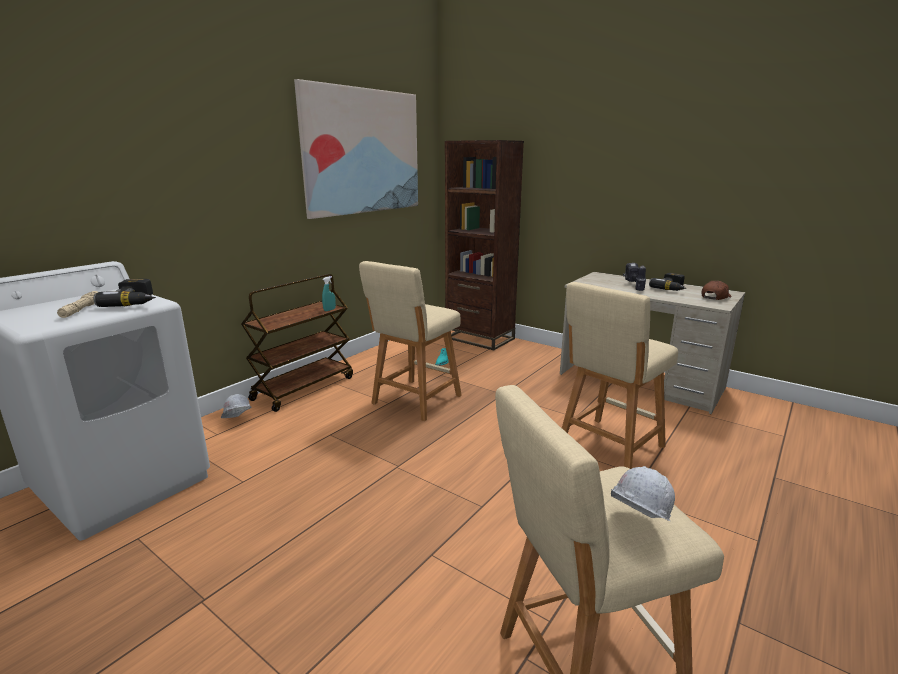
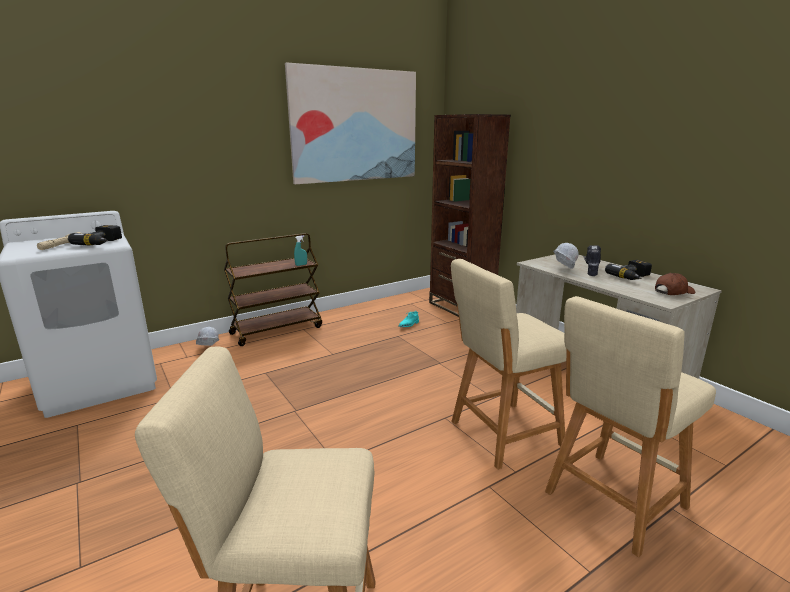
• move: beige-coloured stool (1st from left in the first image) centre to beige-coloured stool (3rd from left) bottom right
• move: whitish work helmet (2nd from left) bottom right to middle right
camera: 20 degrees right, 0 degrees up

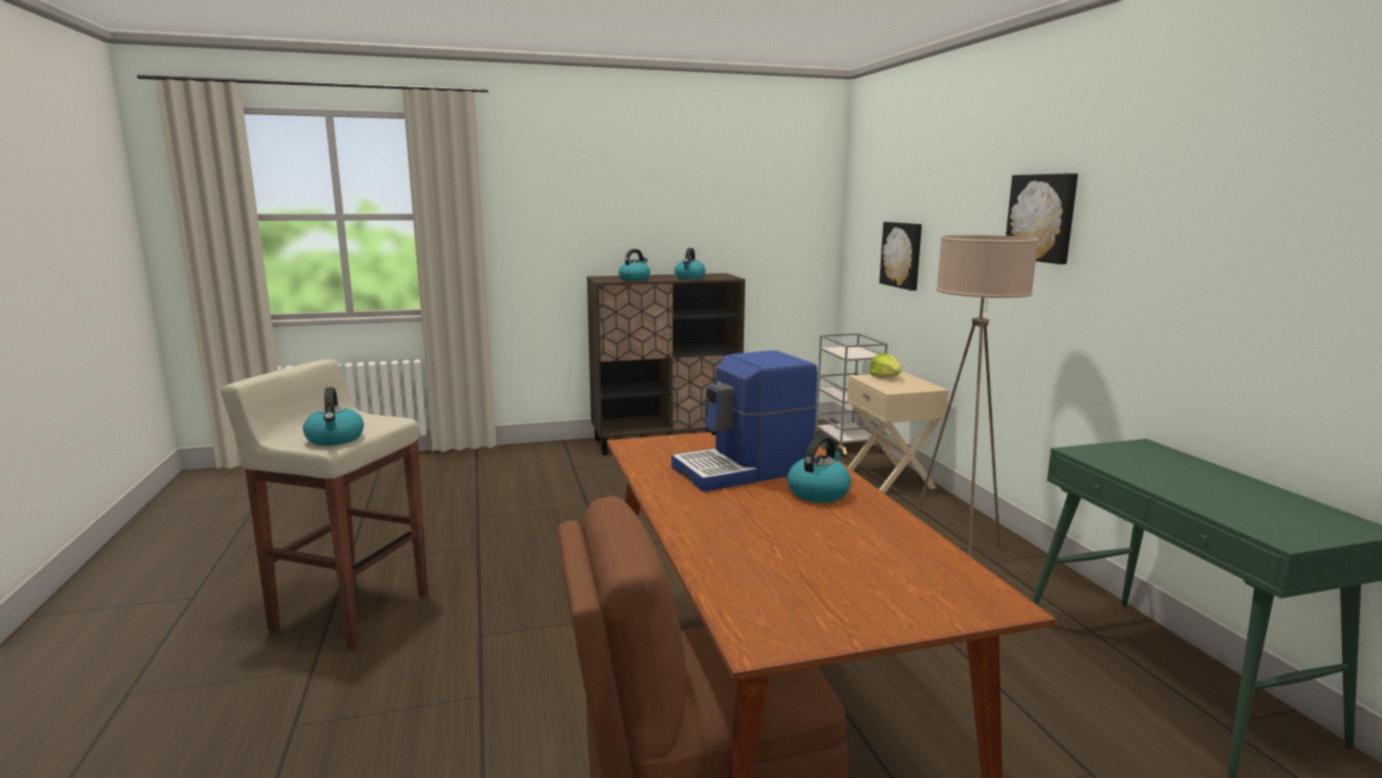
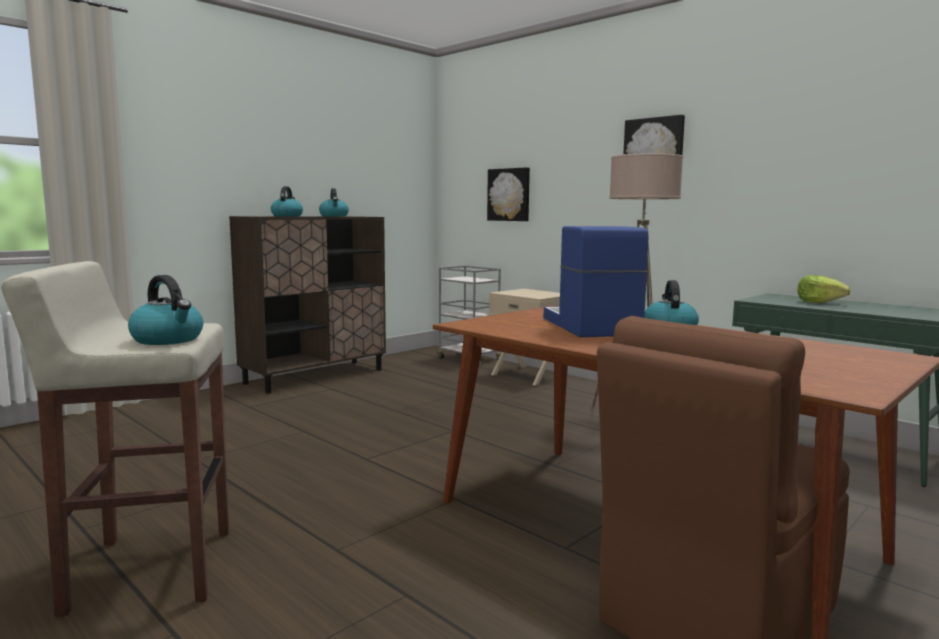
• move: lettuce centre to middle right
• rotate: coffee maker centre = centre 135 degrees clockwise
camera: 30 degrees left, 5 degrees down

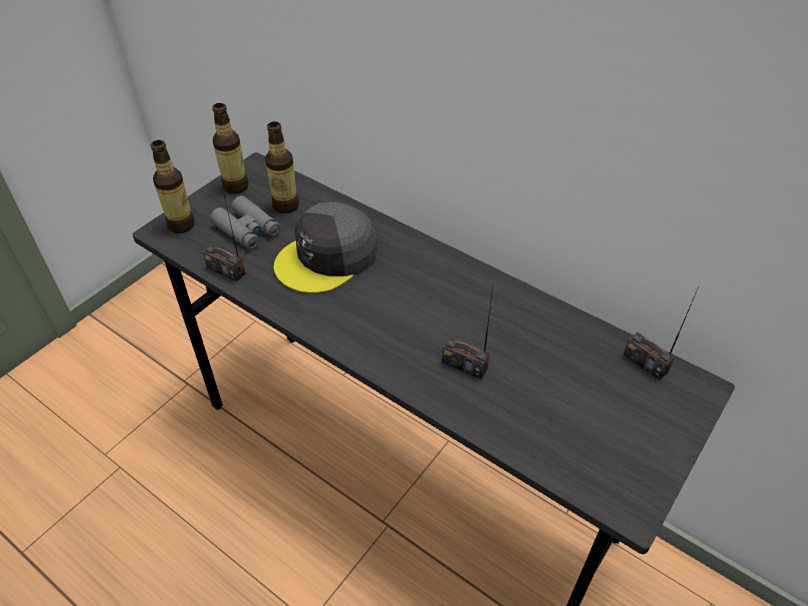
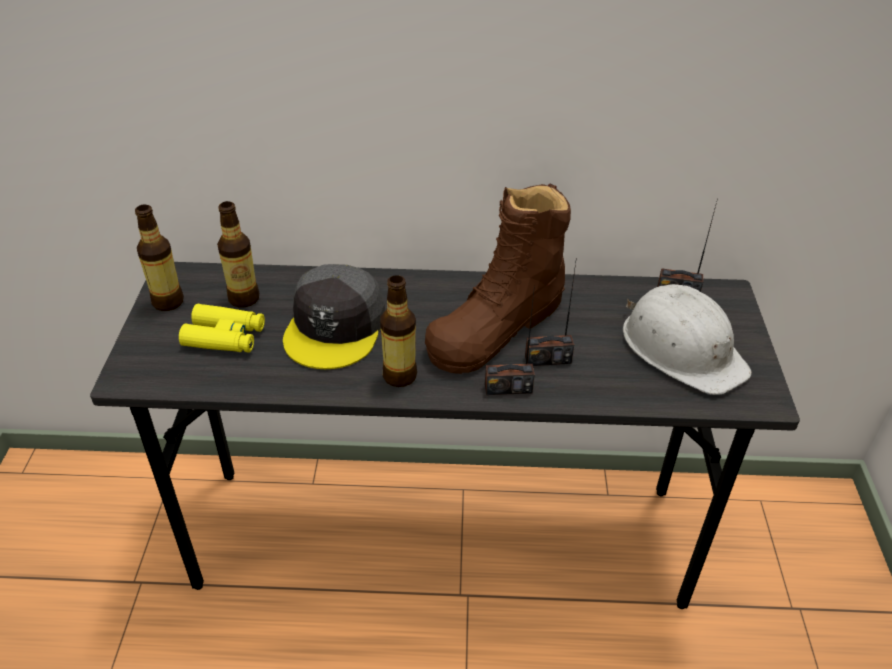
• insert: brownish boot centre
• insert: whitish work helmet middle right
• move: drink bottle (1st from left in the first image) top left to drink bottle (3rd from left) centre
• move: radio receiver (1st from left) middle left to centre
• recolor: greyish binoculars middle left to yellow binoculars middle left
camera: 35 degrees left, 5 degrees down

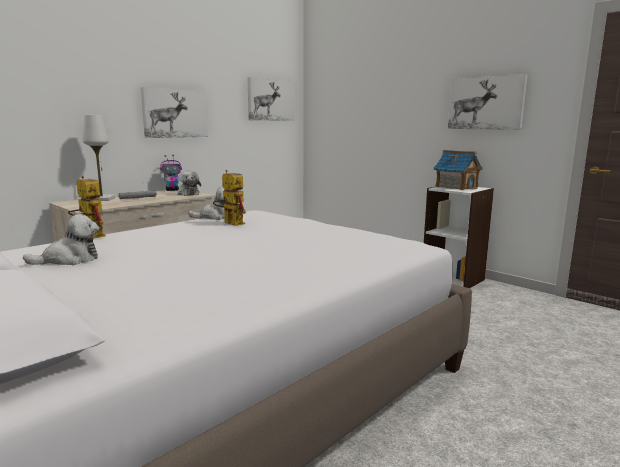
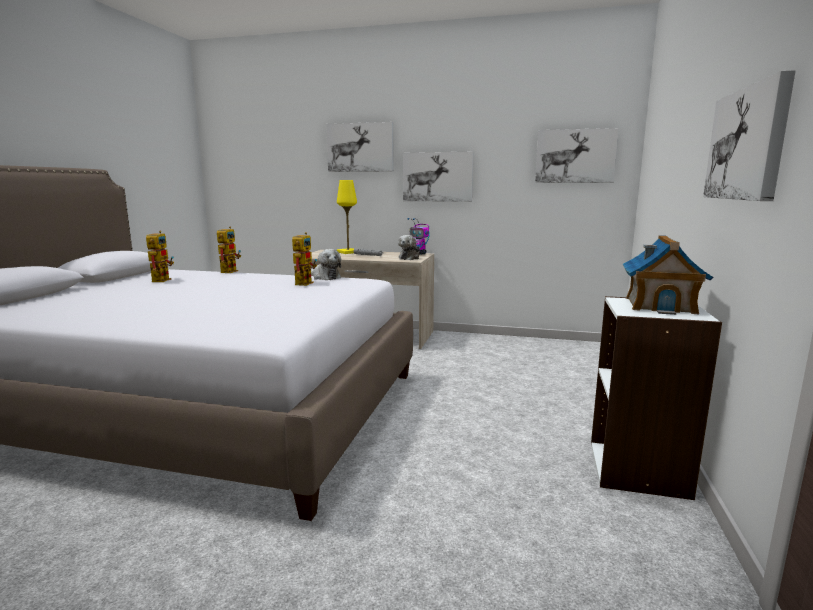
• insert: wall art (1st from left) top centre
• replace: cuddly toy (1st from left) middle left to model robot (1st from left) middle left
• recolor: whitish tabletop lamp middle left to yellow tabletop lamp centre
camera: 60 degrees right, 0 degrees up

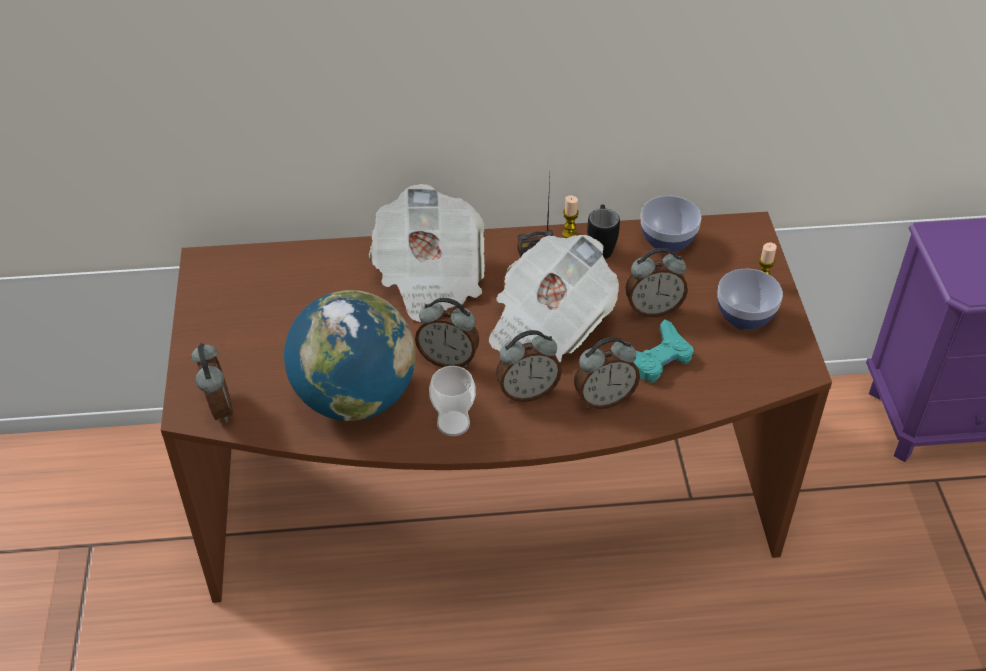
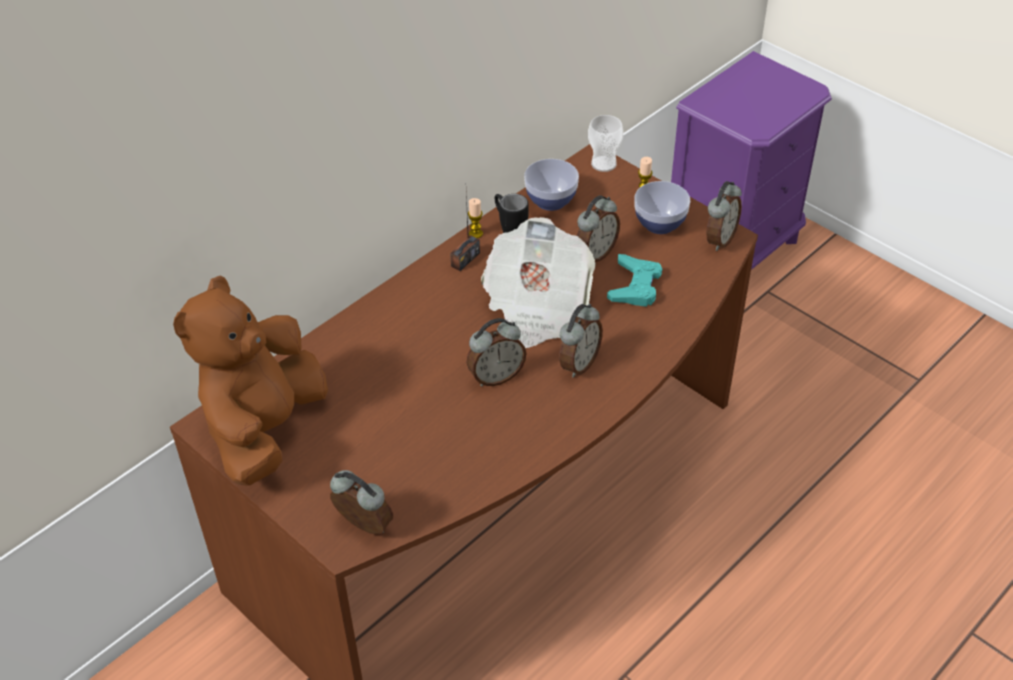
• delete: desk globe centre
• delete: daily paper (1st from left) centre
• insert: brownish cuddly toy middle left
• move: small cup centre to top centre
• move: bedside clock (4th from left in the first image) centre to bedside clock (5th from left) top right
camera: 40 degrees left, 0 degrees up

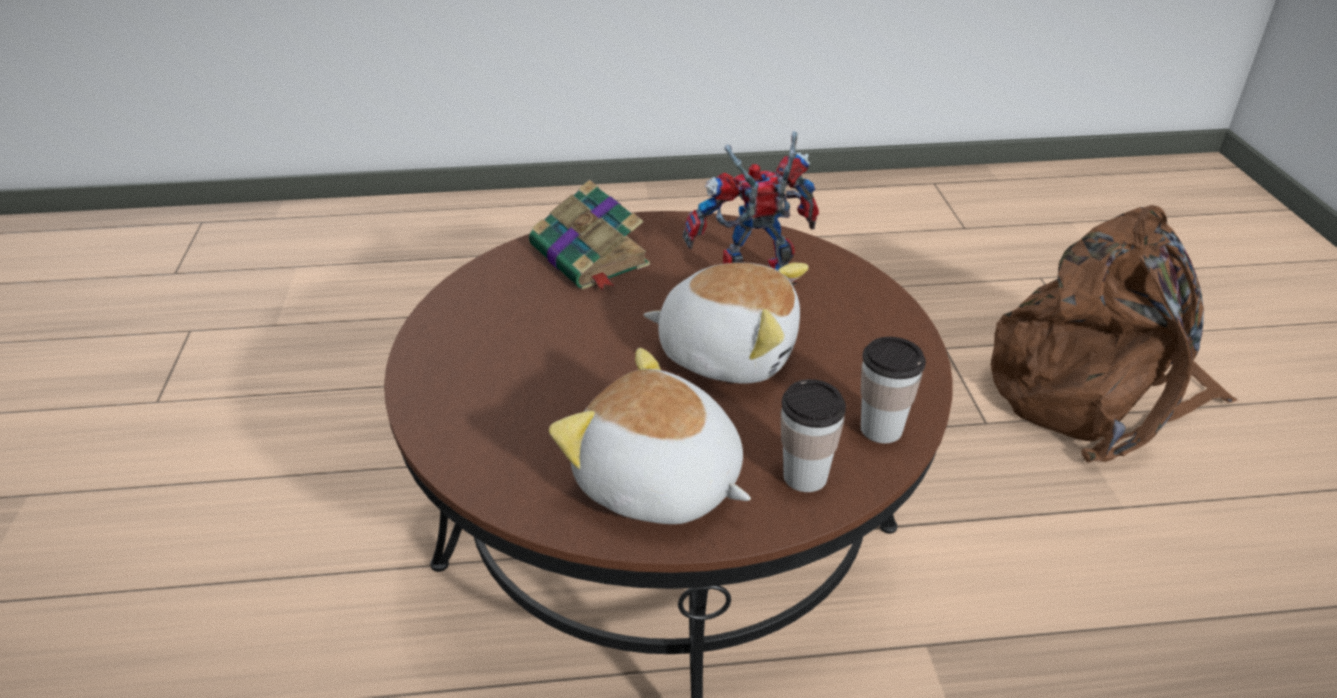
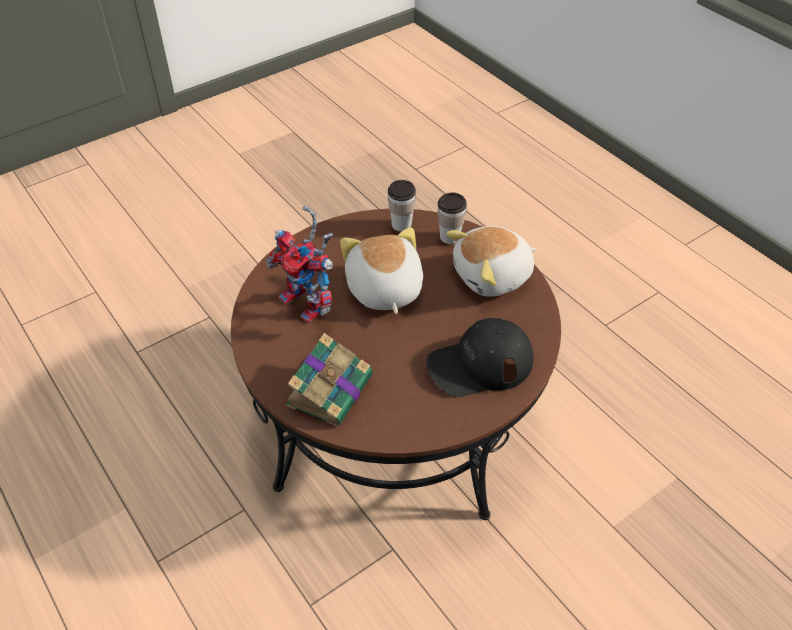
• delete: brownish knapsack middle right
• insert: blackish baseball cap centre
• rotate: cuddly toy (1st from left in the first image) centre = centre 60 degrees clockwise
camera: 120 degrees left, 10 degrees up

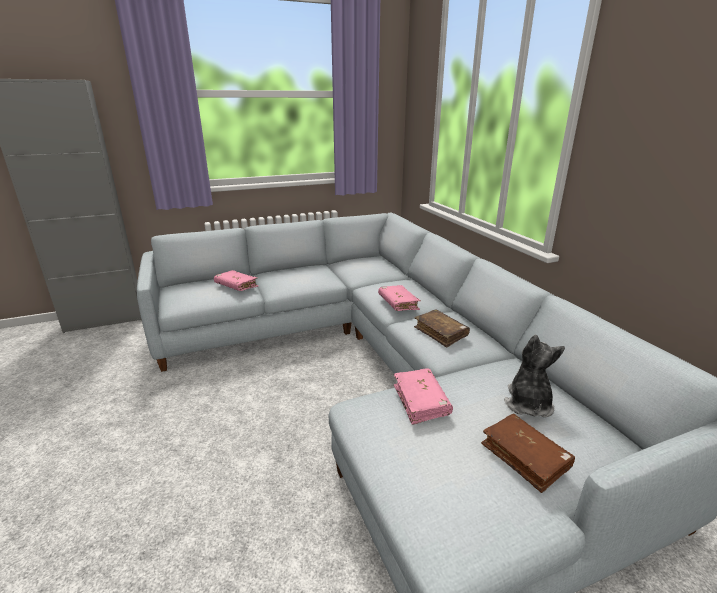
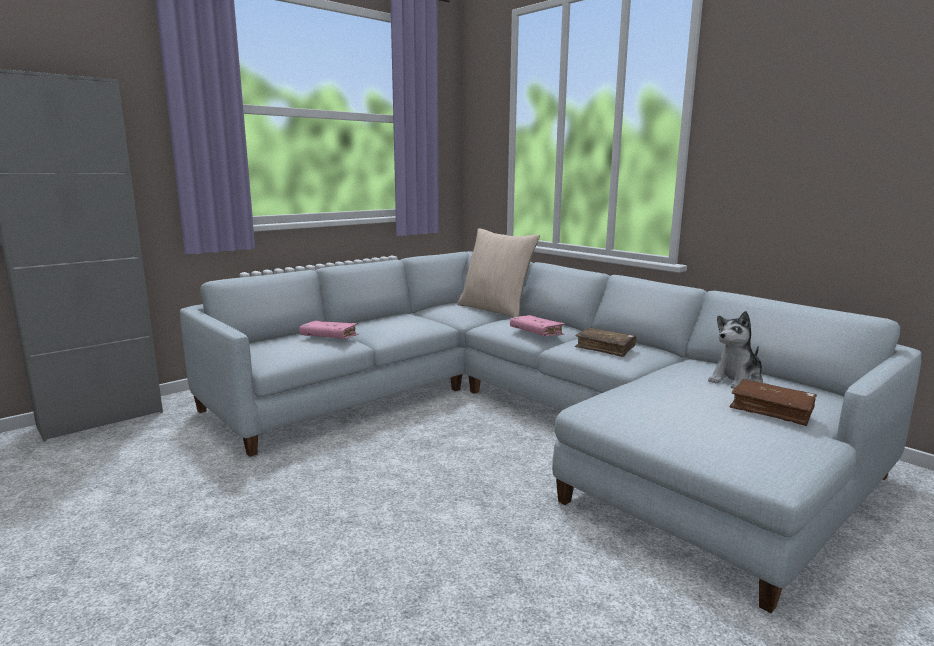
• delete: pink book (3rd from left) bottom centre
• insert: beige-coloured throw pillow centre
• rotate: cuddly toy middle right = middle right 120 degrees counterclockwise
camera: 20 degrees left, 10 degrees down

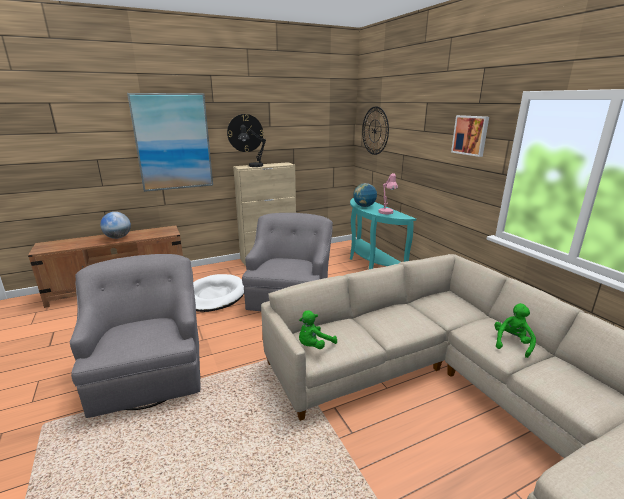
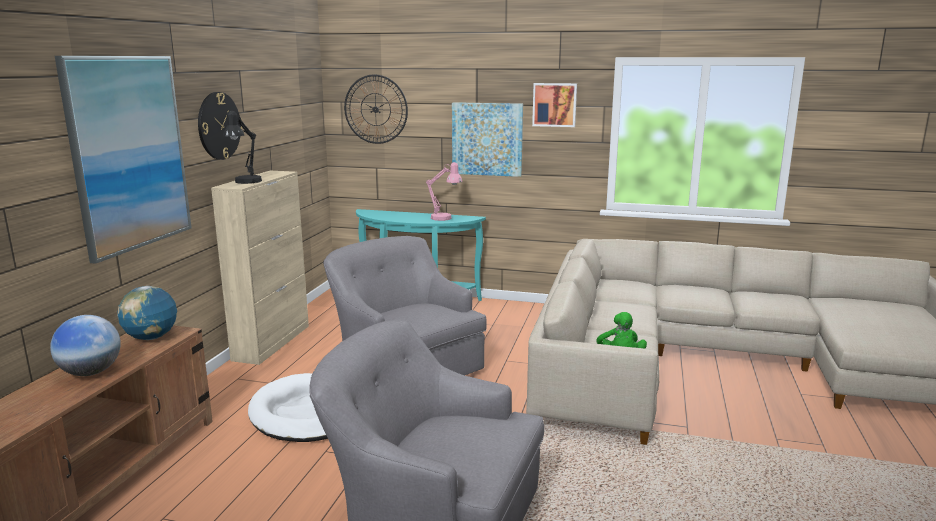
• delete: green cuddly toy (2nd from left) middle right
• insert: wall art (2nd from left) top centre
• move: desk globe (2nd from left) centre to middle left
camera: 50 degrees left, 5 degrees down

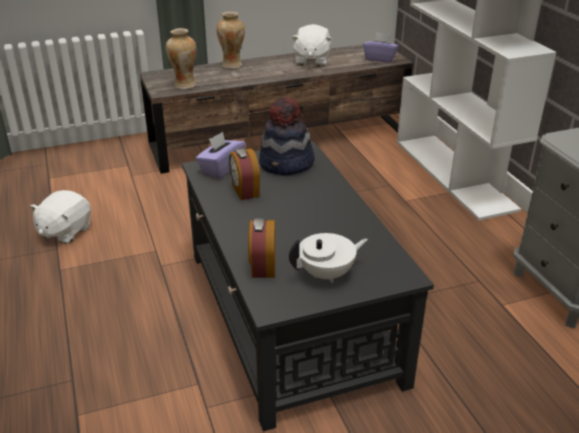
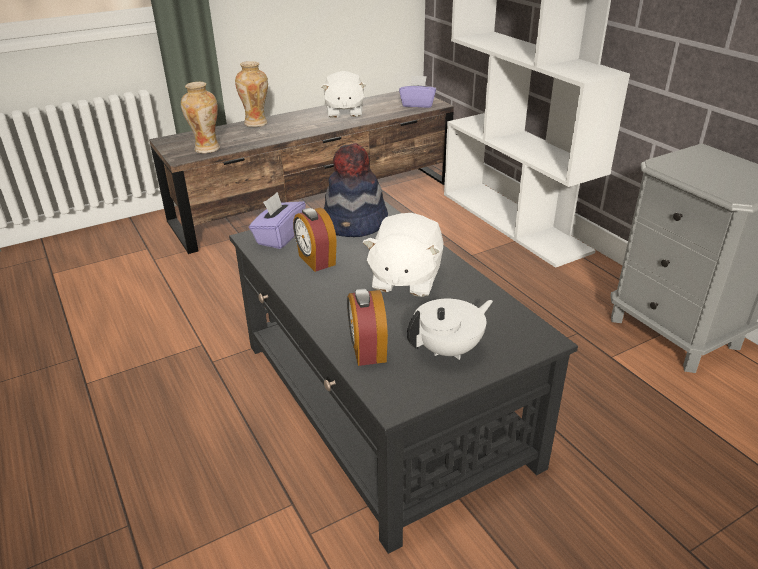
• move: whitish cuddly toy (1st from left in the first image) middle left to whitish cuddly toy (2nd from left) centre
camera: 10 degrees left, 0 degrees up

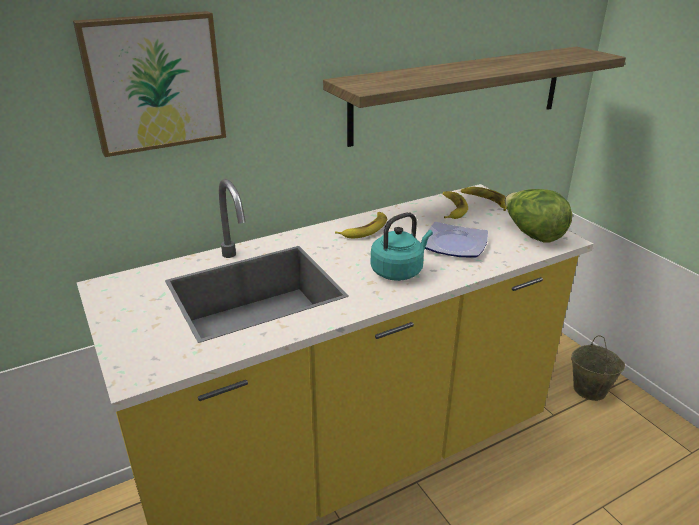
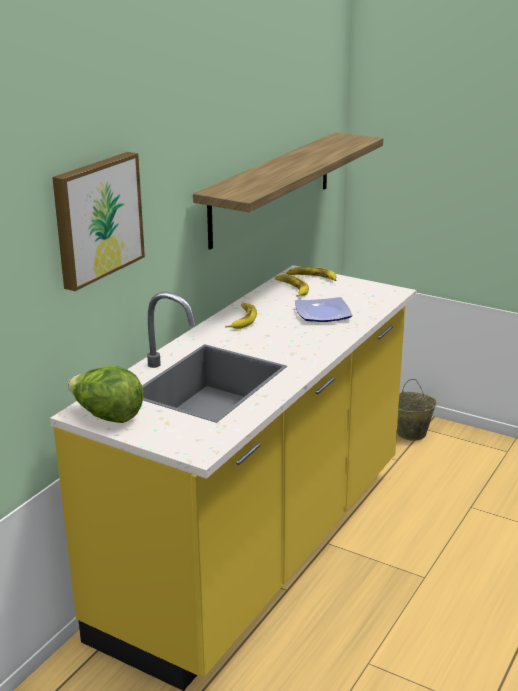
• delete: blue-green water kettle centre
• move: lettuce middle right to middle left
camera: 30 degrees left, 5 degrees down

